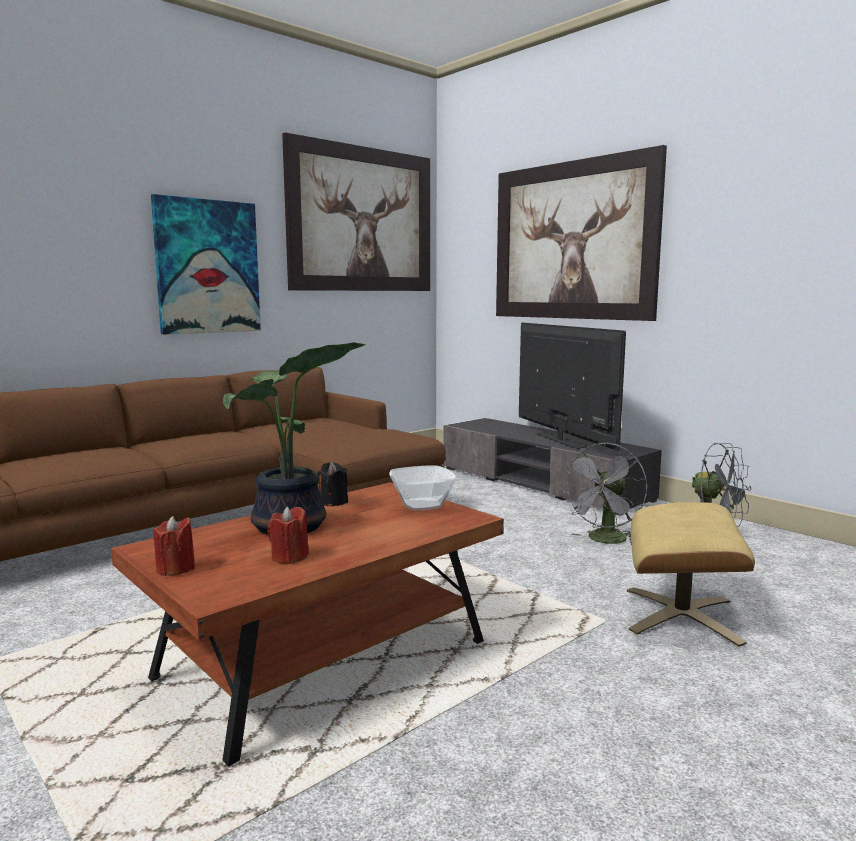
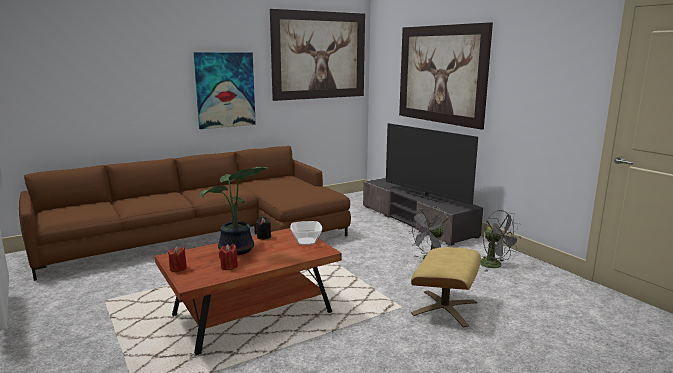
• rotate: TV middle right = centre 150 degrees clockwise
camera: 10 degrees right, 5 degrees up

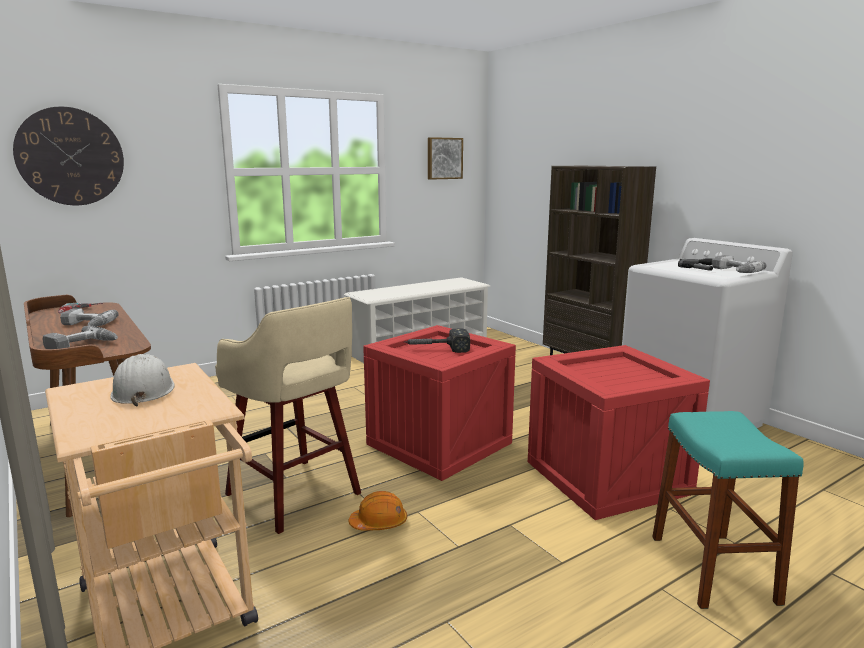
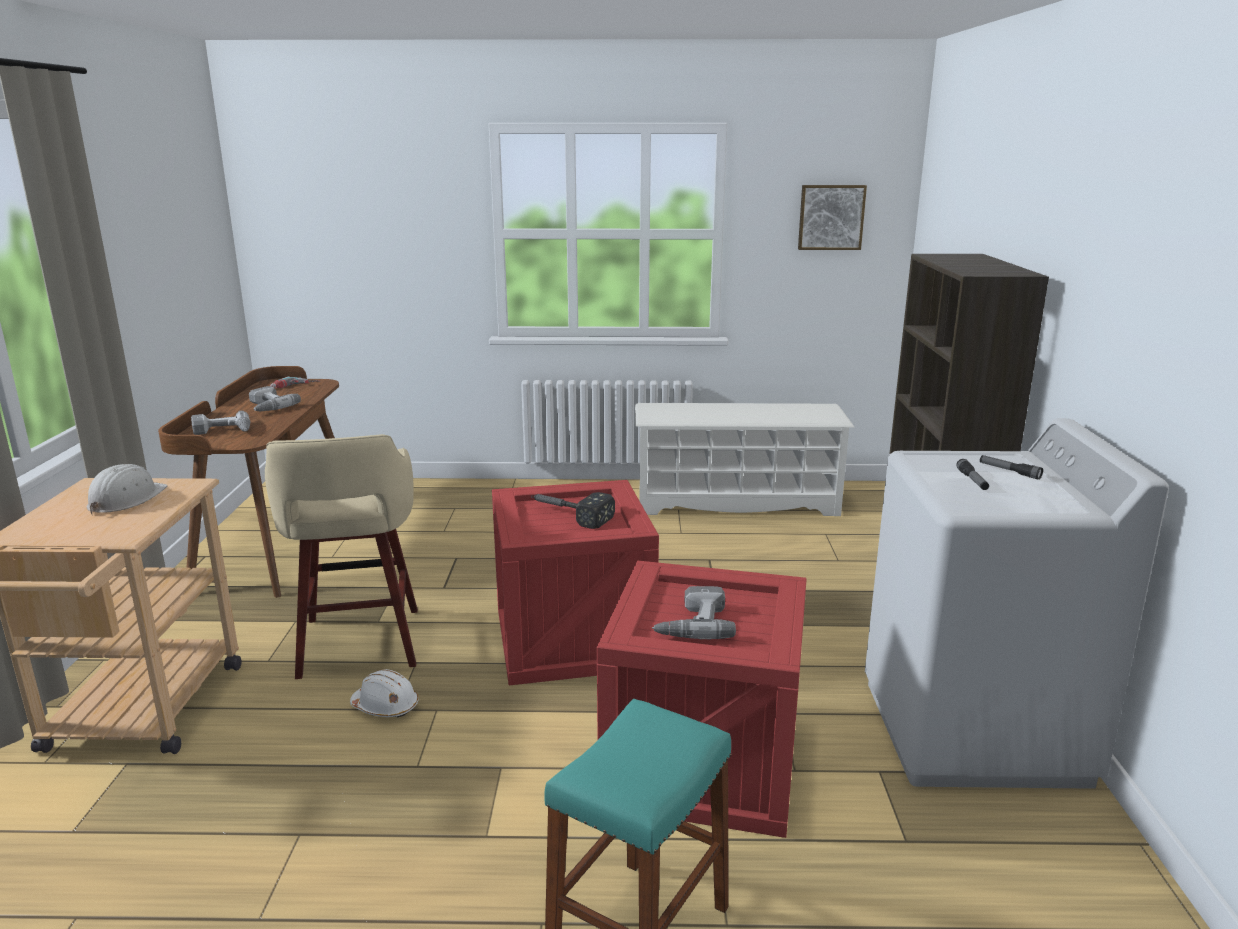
• delete: clock on the wall top left
• move: electric drill (4th from left) middle right to centre
• recolor: orangey work helmet bottom centre to whitish work helmet (2nd from left) bottom left
camera: 35 degrees right, 5 degrees up

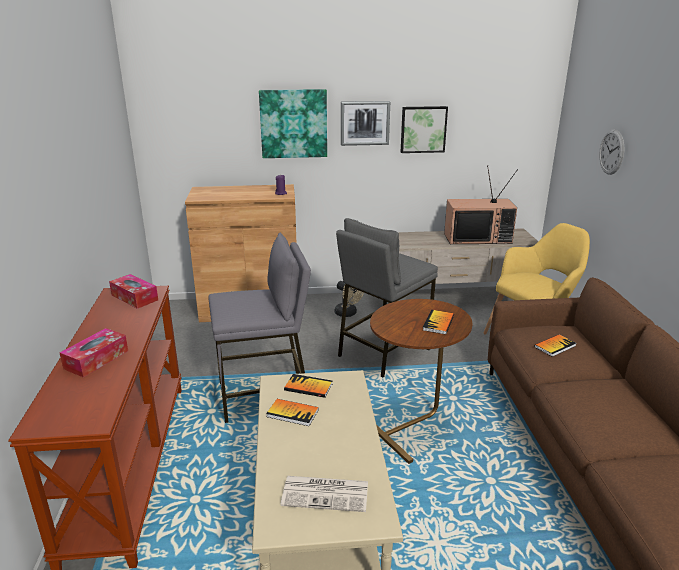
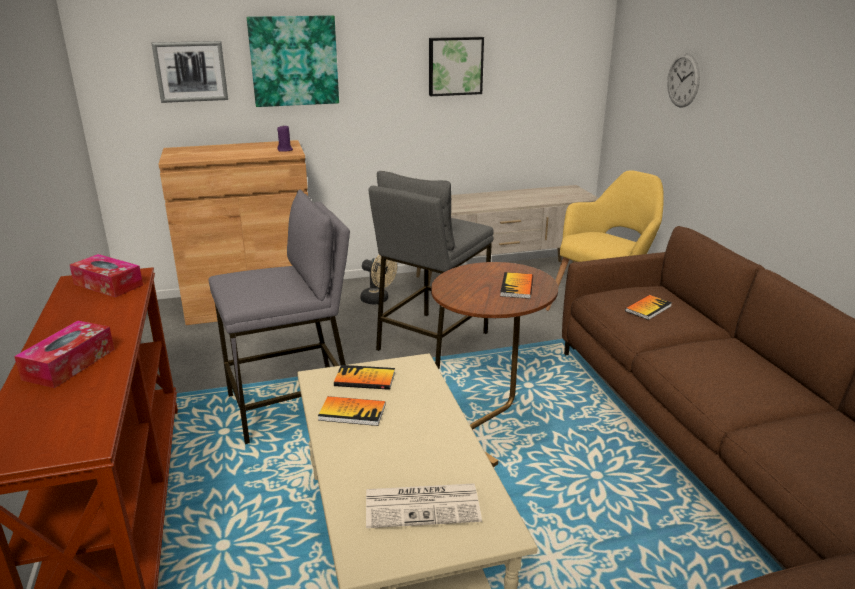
• delete: TV middle right
• move: wall art (2nd from left in the first image) top centre to wall art (1st from left) top left
camera: 10 degrees left, 0 degrees up

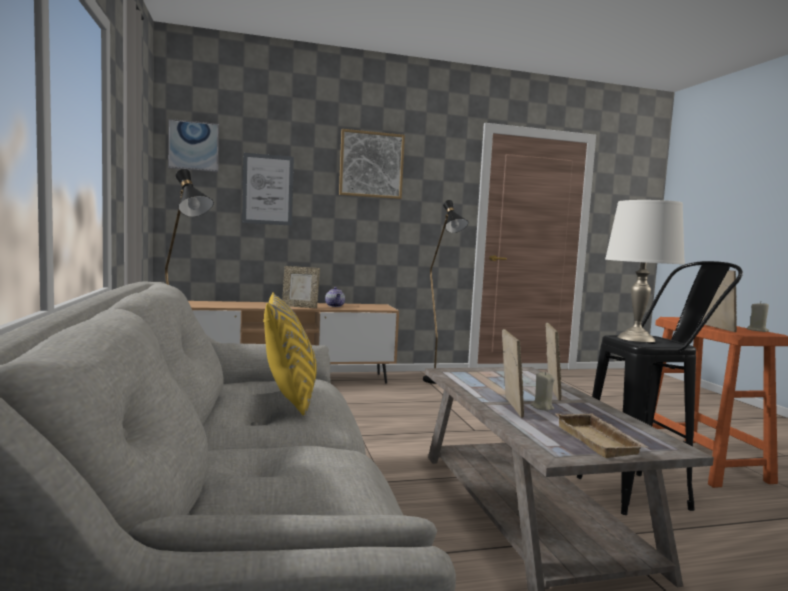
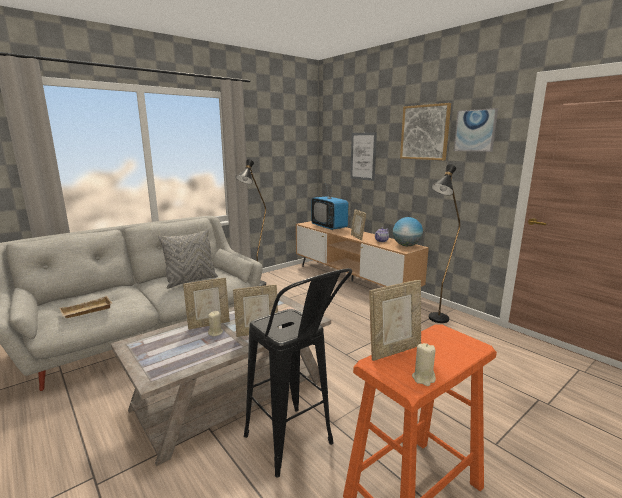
• delete: whitish tabletop lamp middle right
• insert: TV centre
• insert: desk globe centre
• move: wall art (1st from left in the first image) top left to wall art (3rd from left) top right
• move: beige-coloured carrying tray bottom right to middle left
• recolor: yellow throw pillow centre to greyish throw pillow middle left
camera: 65 degrees right, 10 degrees up

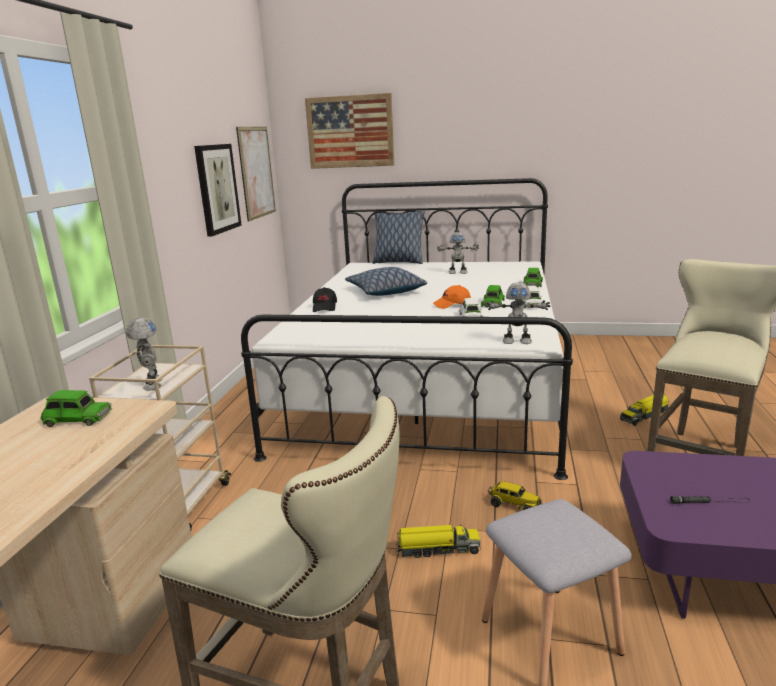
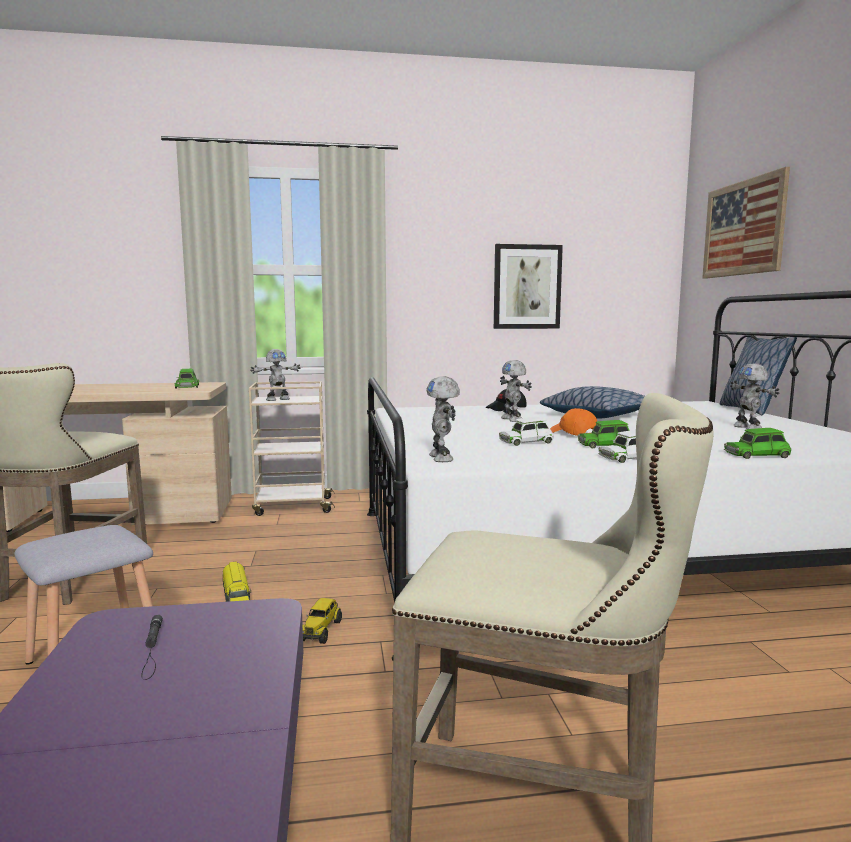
• delete: wall art (2nd from left) top left
• delete: model truck (3rd from left) middle right
• insert: model robot (3rd from left) centre
camera: 70 degrees right, 10 degrees down

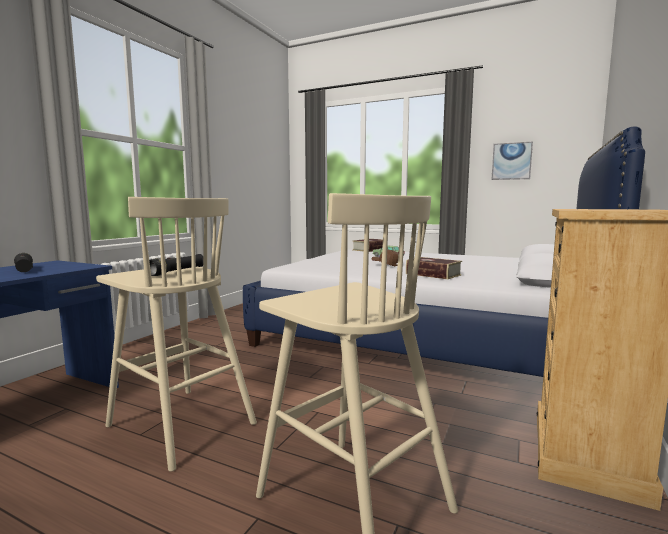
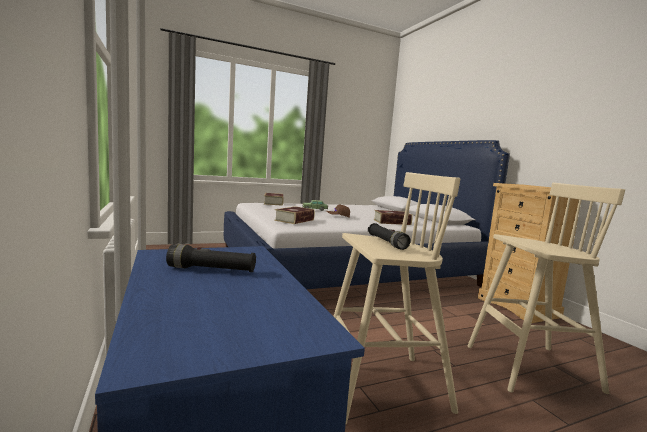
• delete: wall art top right
• insert: book (2nd from left) centre
camera: 50 degrees left, 0 degrees up

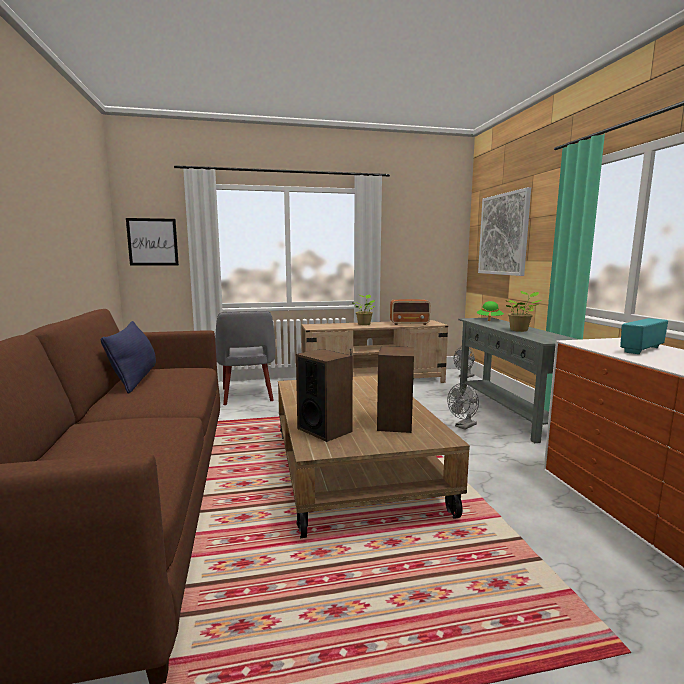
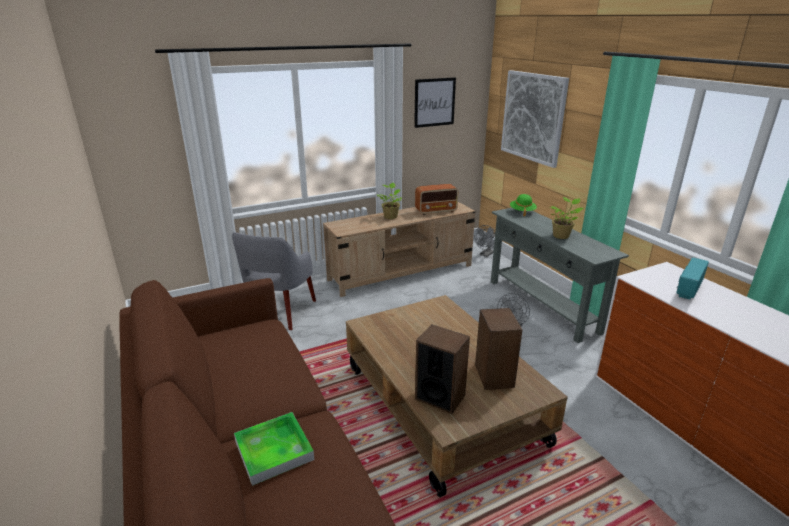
• delete: blue throw pillow middle left
• insert: carrying tray bottom centre
• move: wall art (1st from left) middle left to top centre
• rotate: greyish lounge chair centre = centre 45 degrees clockwise
camera: 15 degrees left, 15 degrees up

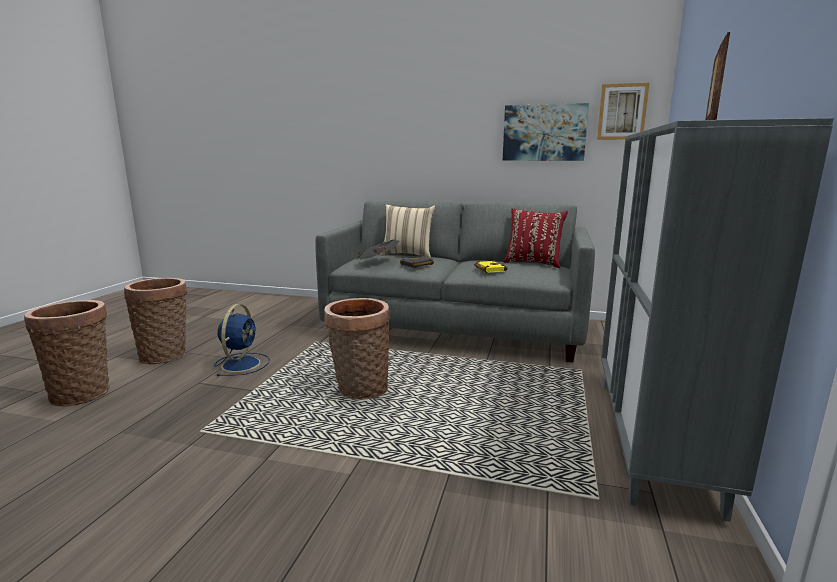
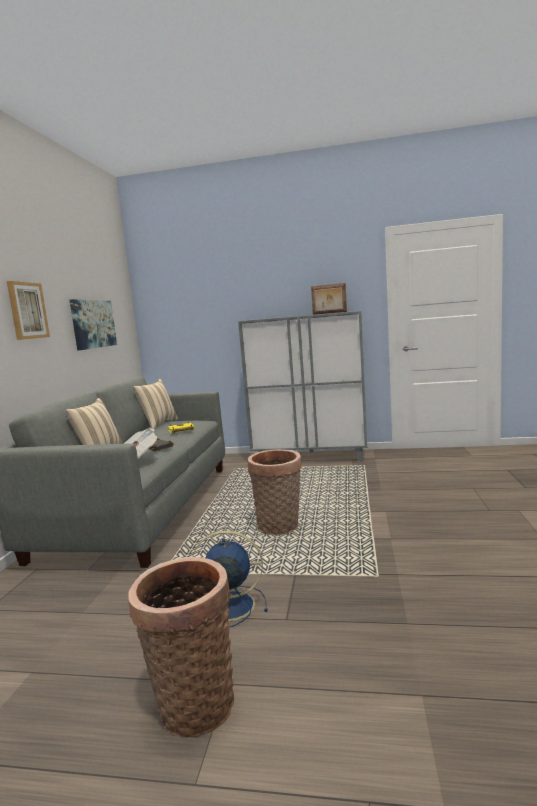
• delete: basket (1st from left) middle left
• move: wall art (2nd from left in the first image) top right to wall art (1st from left) middle left
• recolor: red-coloured throw pillow centre to beige-coloured throw pillow (2nd from left) middle left
camera: 95 degrees left, 5 degrees down

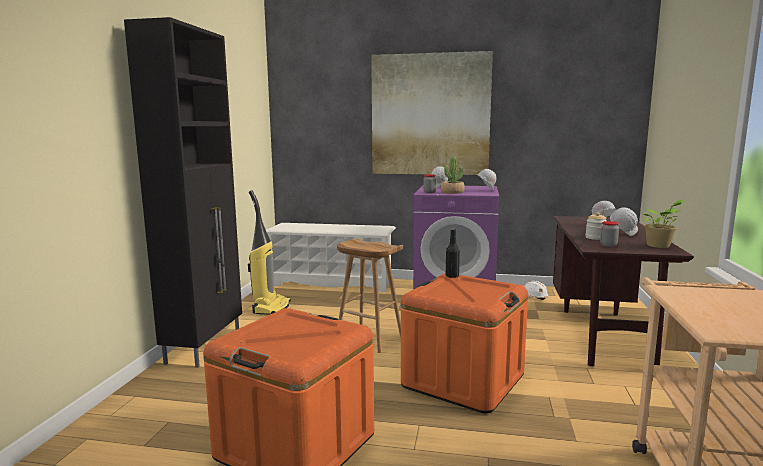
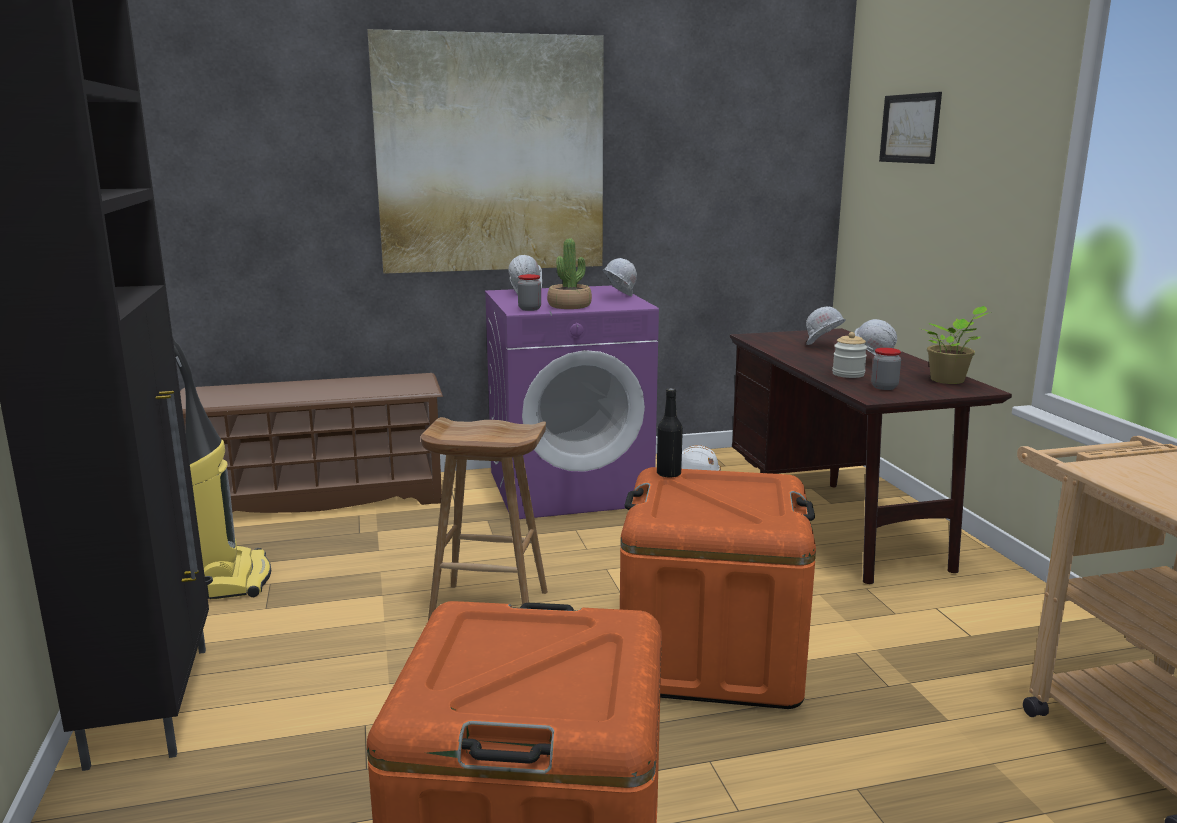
• insert: wall art (2nd from left) top right
• recolor: whitish shoe shelf centre to brownish shoe shelf middle left
camera: 25 degrees left, 5 degrees up

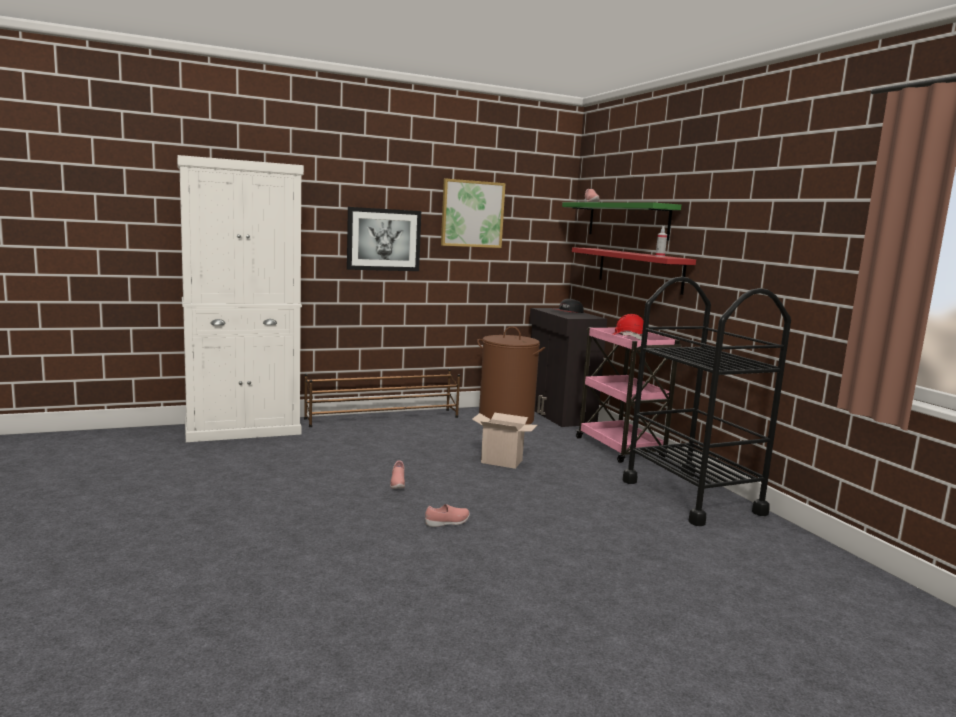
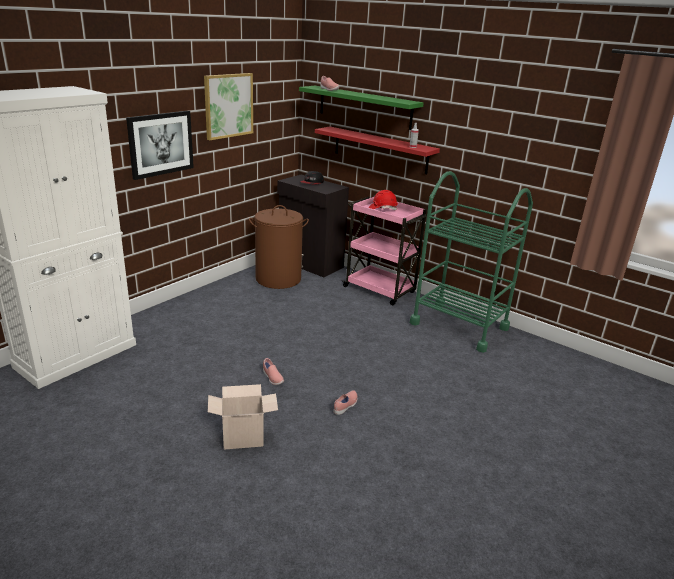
• delete: brownish shoe shelf centre
• move: packing box centre to bottom centre
• recolor: blackish trolley middle right to green trolley middle right
camera: 30 degrees left, 15 degrees up

